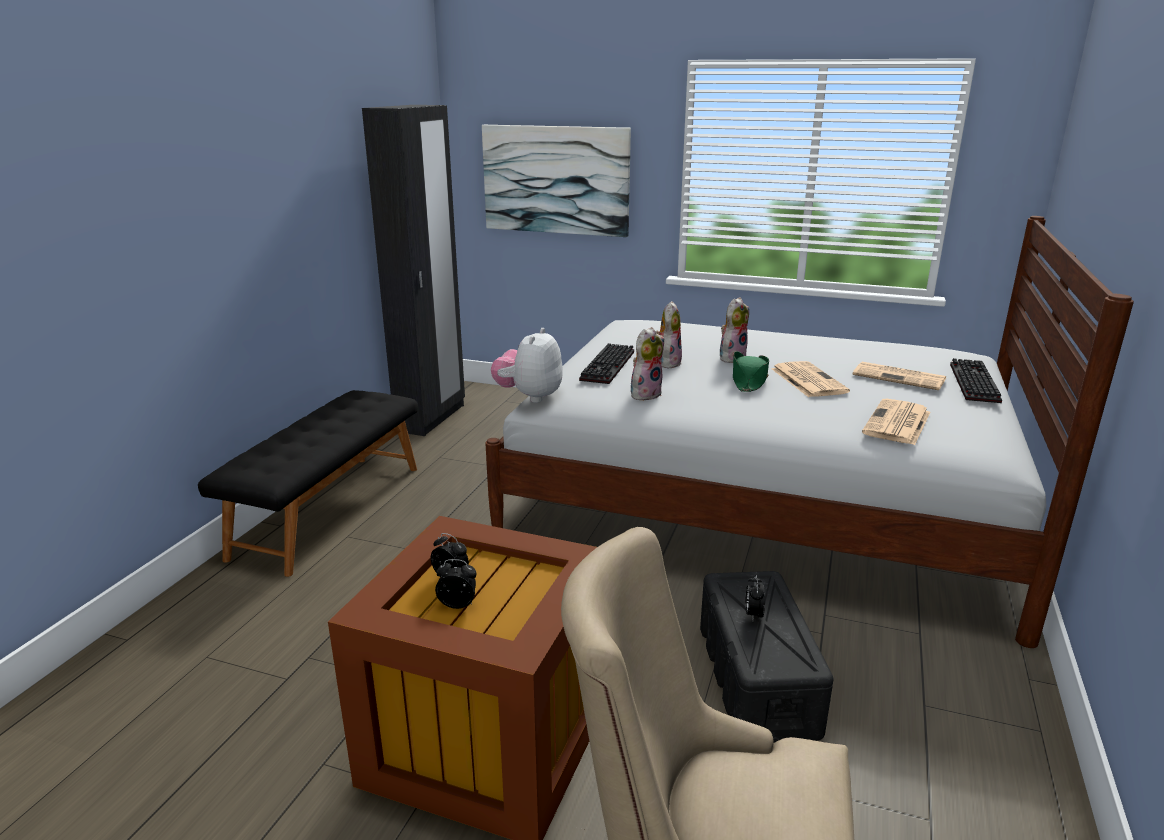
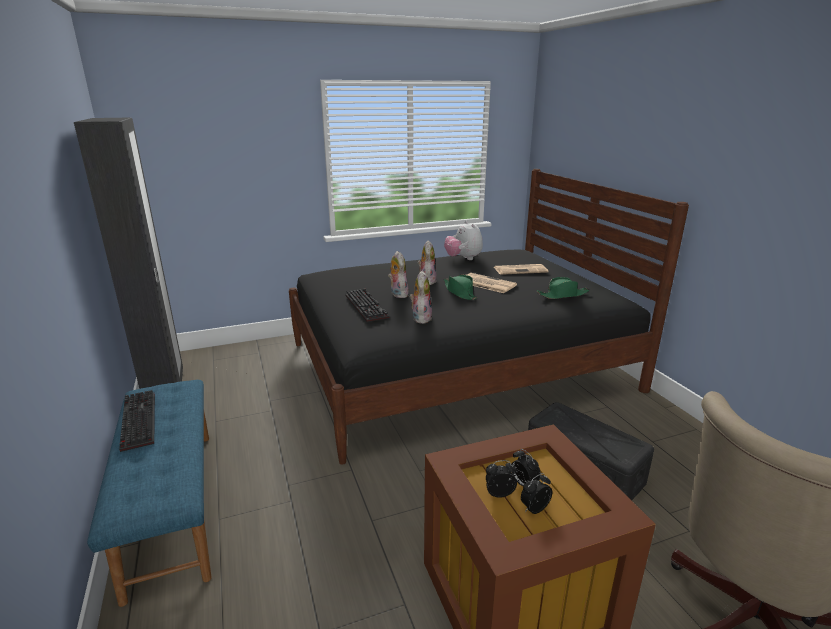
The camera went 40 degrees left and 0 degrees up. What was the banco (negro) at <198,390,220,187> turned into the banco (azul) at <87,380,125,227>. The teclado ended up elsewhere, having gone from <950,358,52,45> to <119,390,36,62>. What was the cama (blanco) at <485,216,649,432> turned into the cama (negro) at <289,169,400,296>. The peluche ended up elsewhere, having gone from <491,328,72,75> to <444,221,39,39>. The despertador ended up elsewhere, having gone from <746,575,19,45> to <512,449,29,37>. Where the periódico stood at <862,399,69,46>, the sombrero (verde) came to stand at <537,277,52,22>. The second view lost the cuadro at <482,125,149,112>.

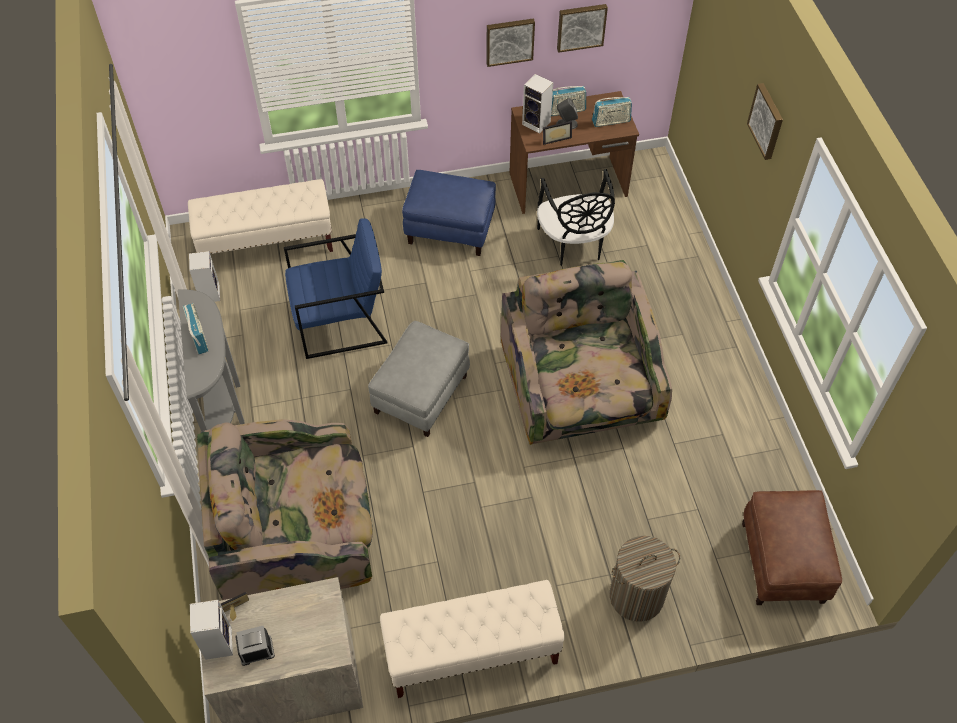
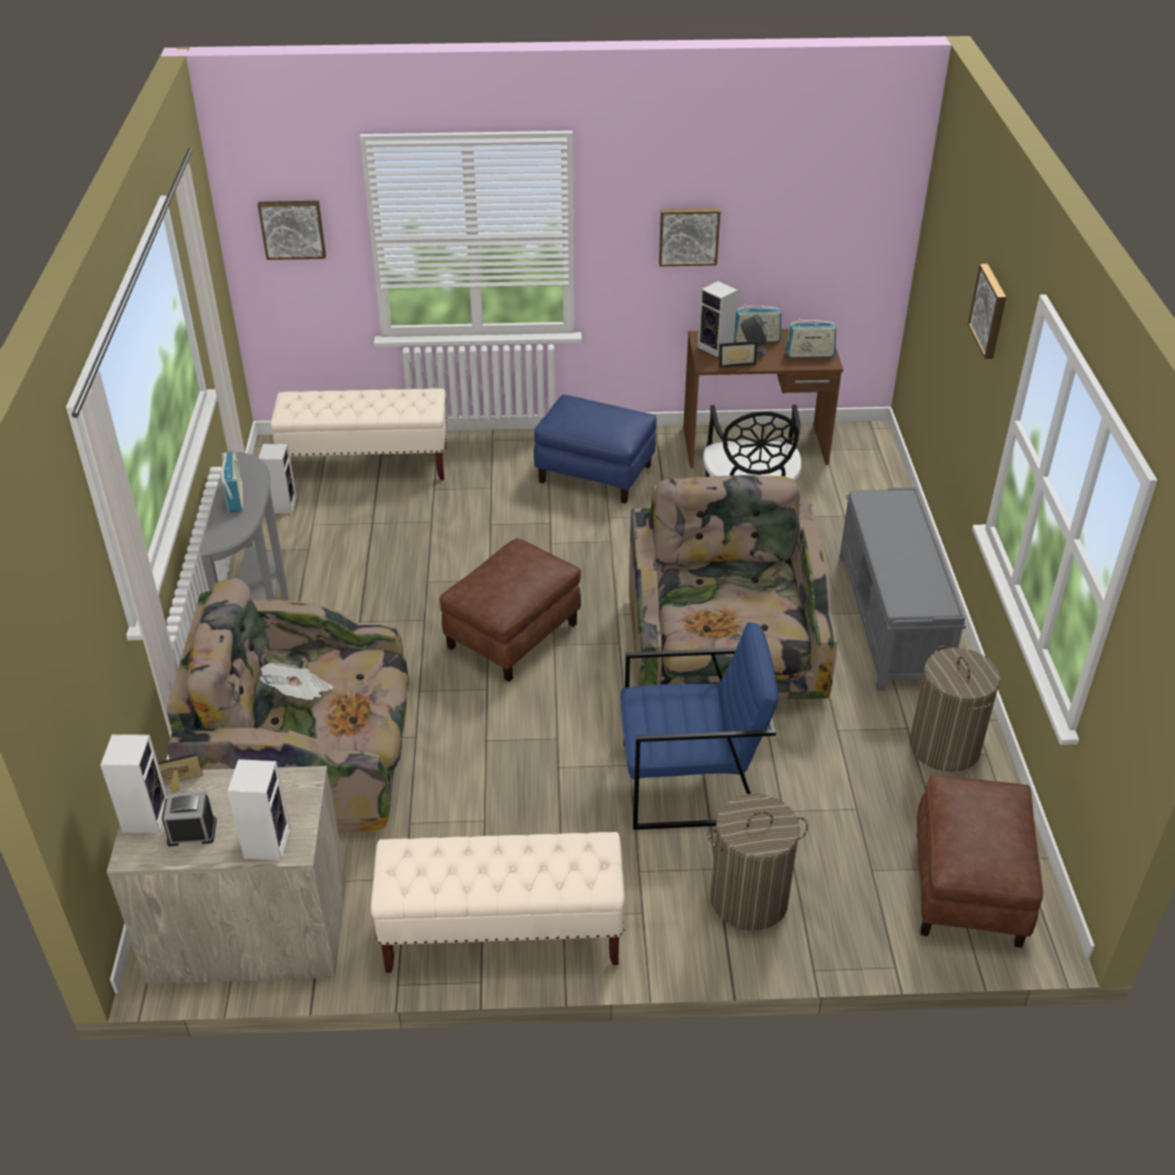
The camera went 10 degrees right and 15 degrees down. The second view gained the altavoz at <227,759,64,102>. The cuadro ended up elsewhere, having gone from <557,4,51,49> to <258,201,68,59>. The second view gained the periódico at <259,663,74,37>. What was the puf (gris) at <368,321,102,116> turned into the puf (marrón) at <440,538,141,144>. The sillón (azul) ended up elsewhere, having gone from <284,218,104,141> to <620,622,158,208>. The second view gained the banco (gris) at <839,487,127,204>. The second view gained the cesto de la ropa at <910,646,91,126>.

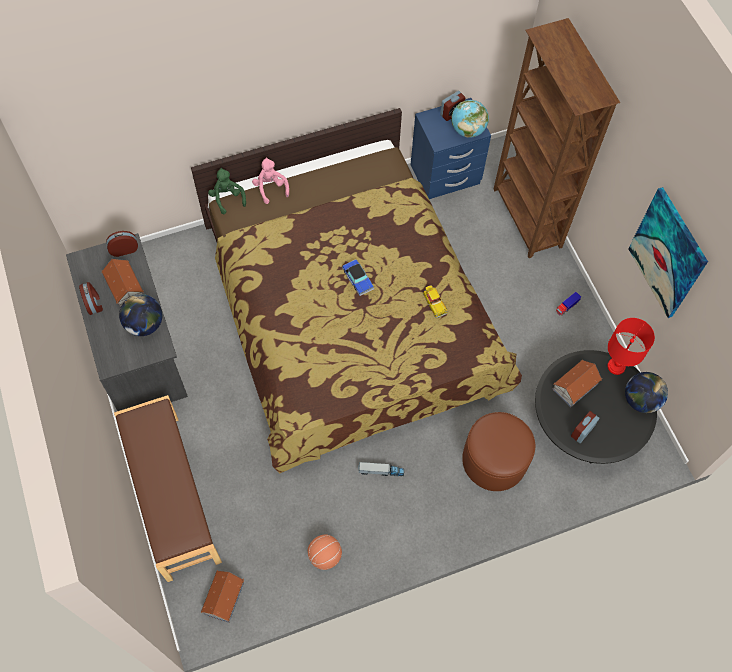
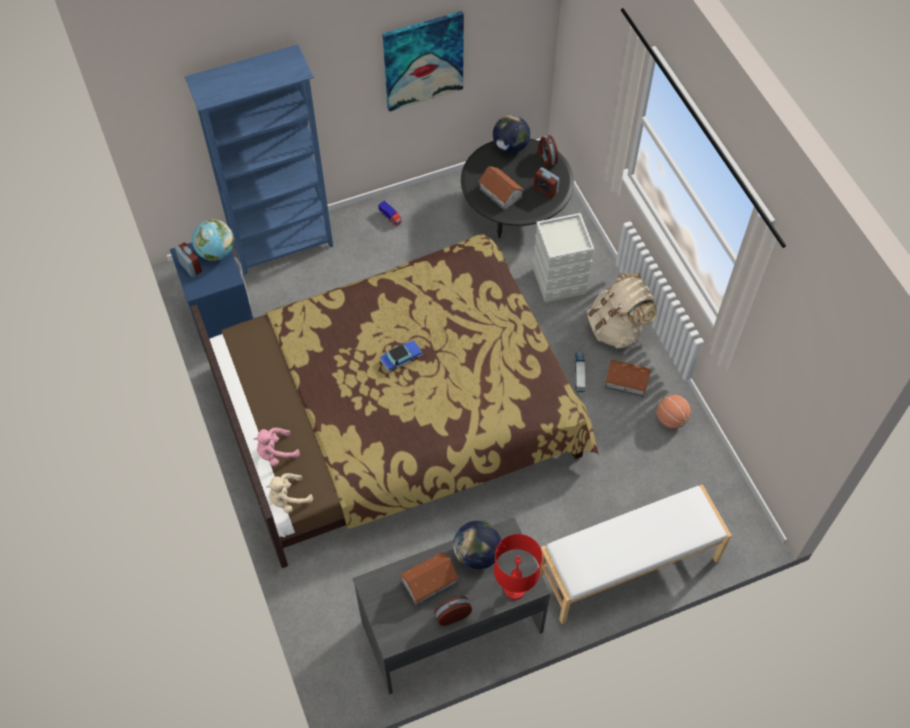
The camera went 90 degrees left and 5 degrees down. What was the estantería (marrón) at <493,18,127,240> turned into the estantería (azul) at <185,44,148,231>. What was the peluche (verde) at <208,168,38,46> turned into the peluche (beis) at <266,473,47,40>. The lámpara de mesa (rojo) ended up elsewhere, having gone from <607,318,48,57> to <494,534,48,65>. Where the puf (marrón) stood at <462,412,73,79>, the caja de almacenaje (gris) came to stand at <533,213,61,89>. The despertador ended up elsewhere, having gone from <106,231,32,26> to <538,135,20,32>. What was the banco (marrón) at <114,395,108,187> turned into the banco (blanco) at <538,484,194,140>. The second view gained the mochila (beis) at <587,273,70,75>. The casita ended up elsewhere, having gone from <201,570,43,53> to <605,360,46,37>. The second view lost the coche de juguete at <423,286,24,32>.

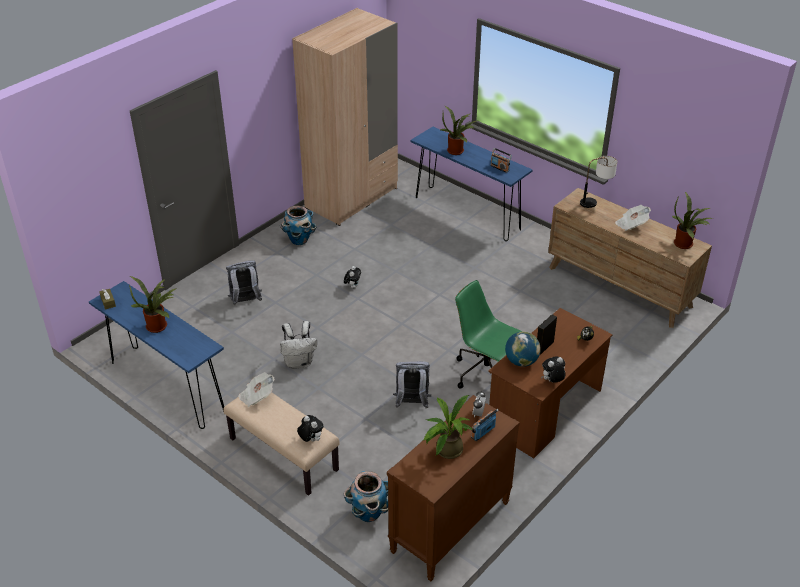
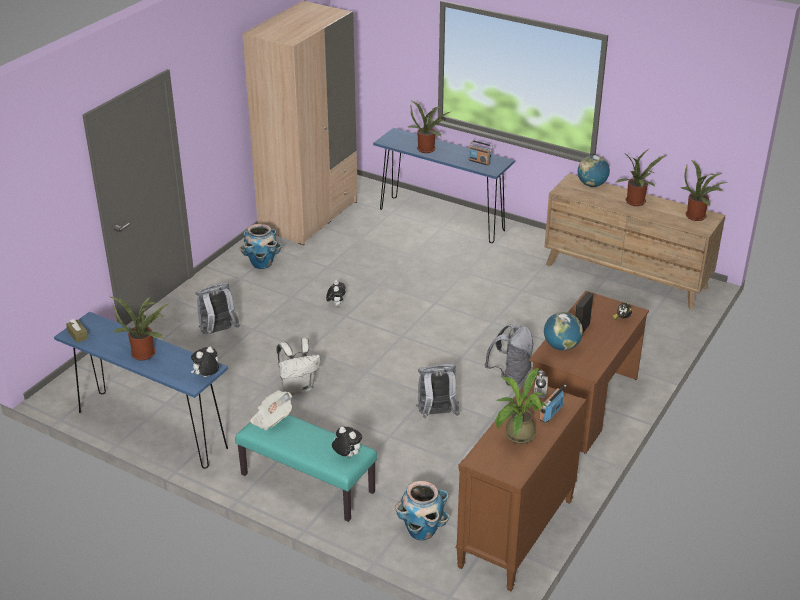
The camera went 10 degrees left and 5 degrees down. The peluche ended up elsewhere, having gone from <541,356,25,27> to <191,347,28,30>. What was the banco (beis) at <223,392,117,104> turned into the banco (turquesa) at <235,414,142,108>. Where the silla de oficina (verde) stood at <455,280,67,109>, the mochila (gris) came to stand at <485,324,49,62>. Where the lámpara de mesa stood at <580,156,37,52>, the globo terráqueo came to stand at <578,155,32,32>. Where the periódico stood at <615,205,36,26>, the planta en maceta came to stand at <615,149,52,57>.

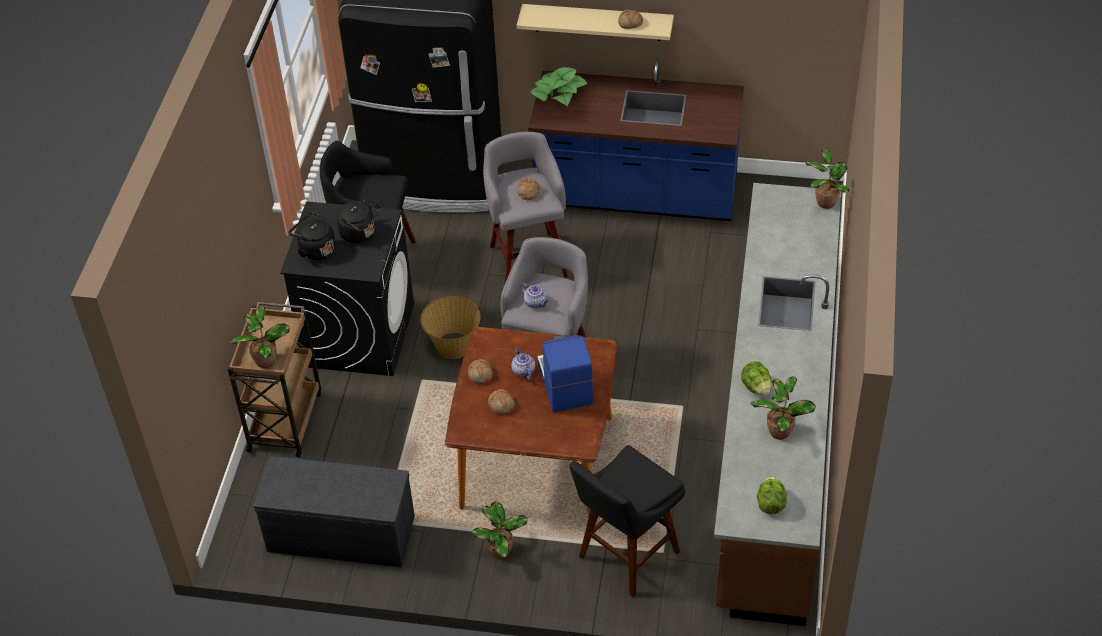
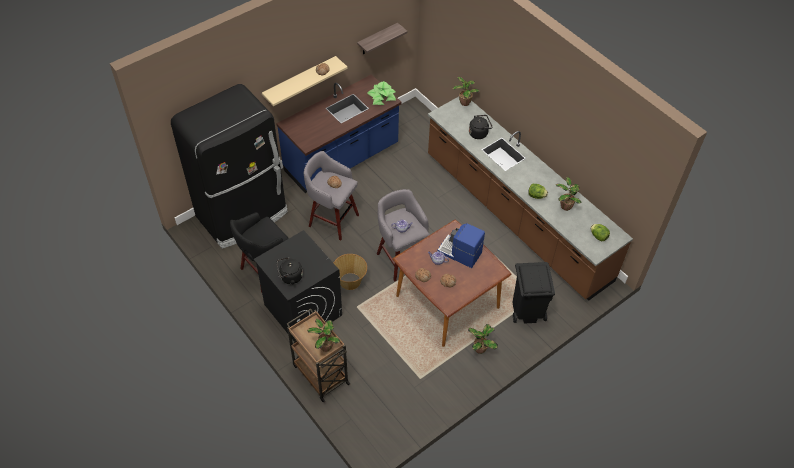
The camera went 50 degrees left and 5 degrees up. The second view gained the estante at <357,23,51,31>. The planta en maceta ended up elsewhere, having gone from <530,67,57,39> to <368,81,28,24>. The hervidor (negro) ended up elsewhere, having gone from <337,200,43,43> to <469,115,23,24>. Where the taburete (negro) stood at <569,445,116,152>, the papelera (negro) came to stand at <512,262,43,62>. The second view lost the banco (gris) at <254,456,161,112>.

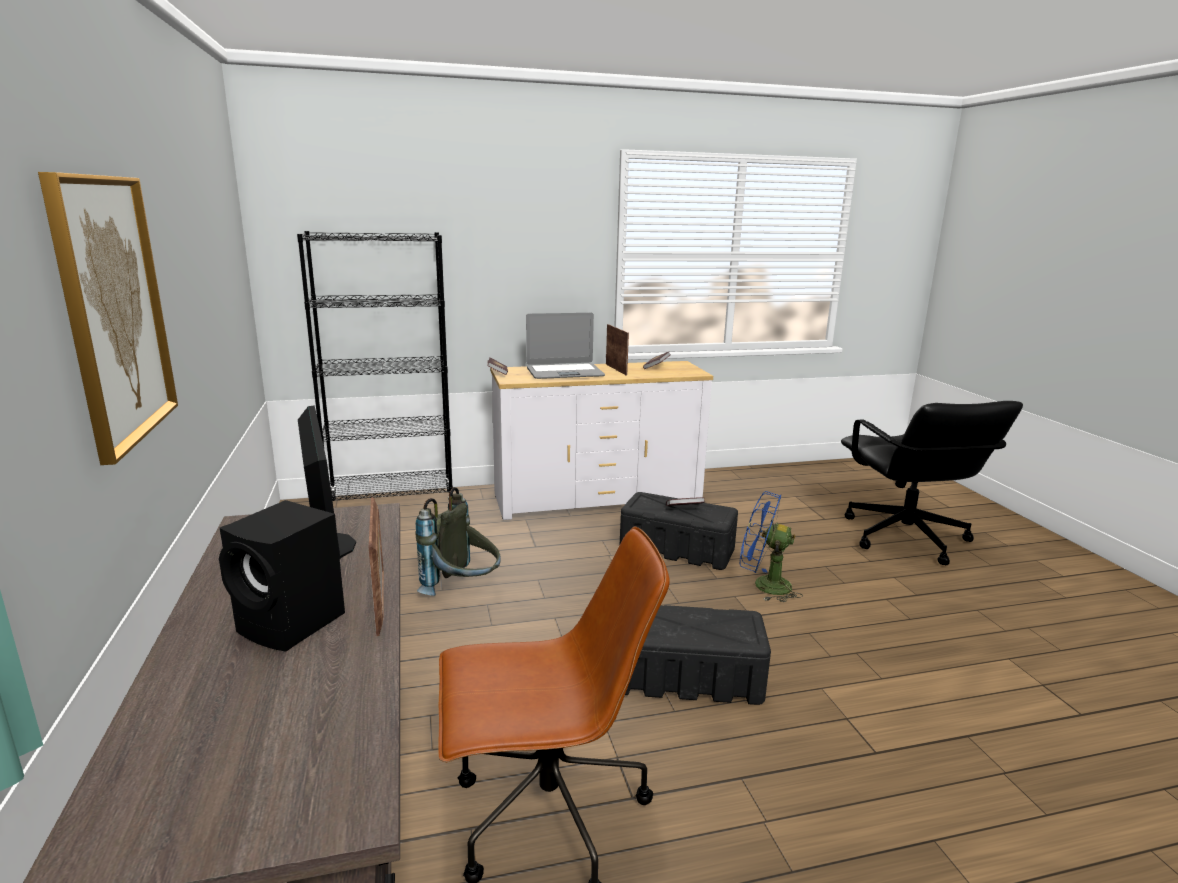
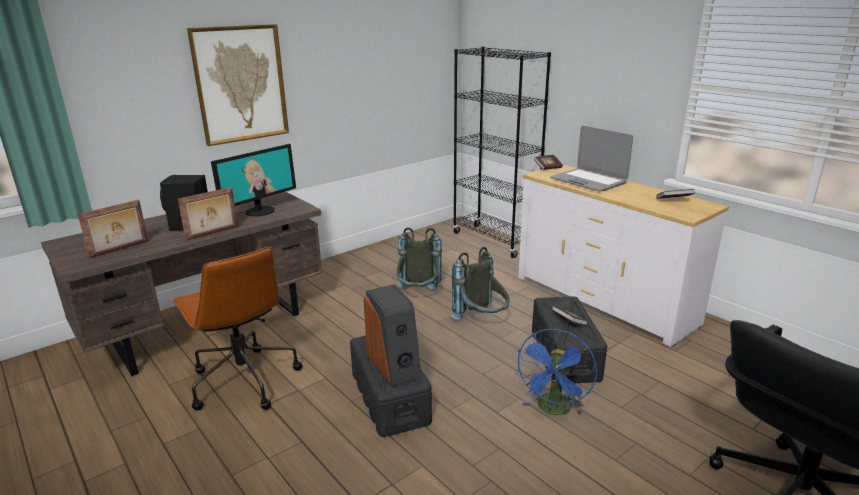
The camera went 65 degrees right and 5 degrees up. The portarretratos ended up elsewhere, having gone from <606,324,23,52> to <78,200,71,58>. The second view gained the altavoz at <363,284,59,102>. The second view gained the mochila (gris) at <450,247,60,74>. The ventilador (azul) at <740,491,63,111> ended up facing another way, 150 degrees counterclockwise from before.

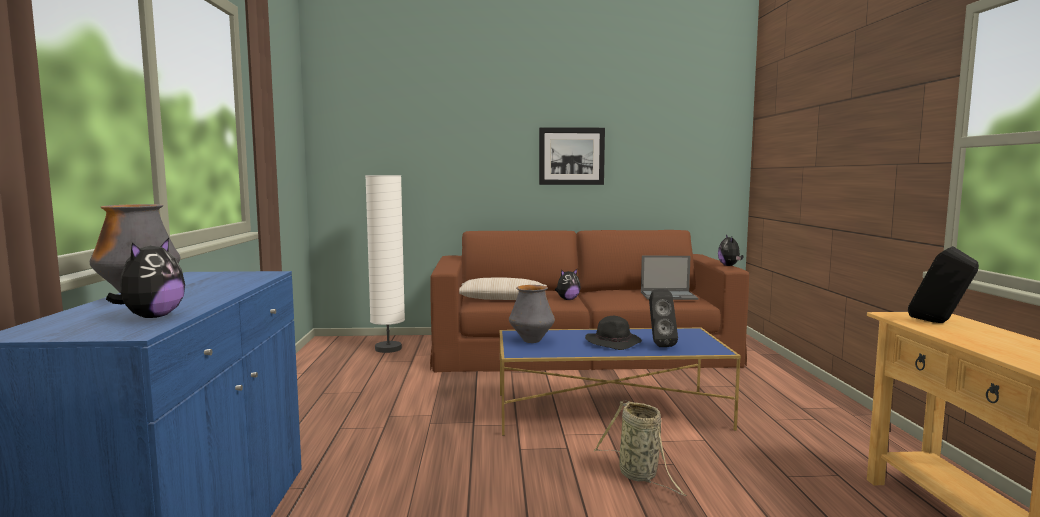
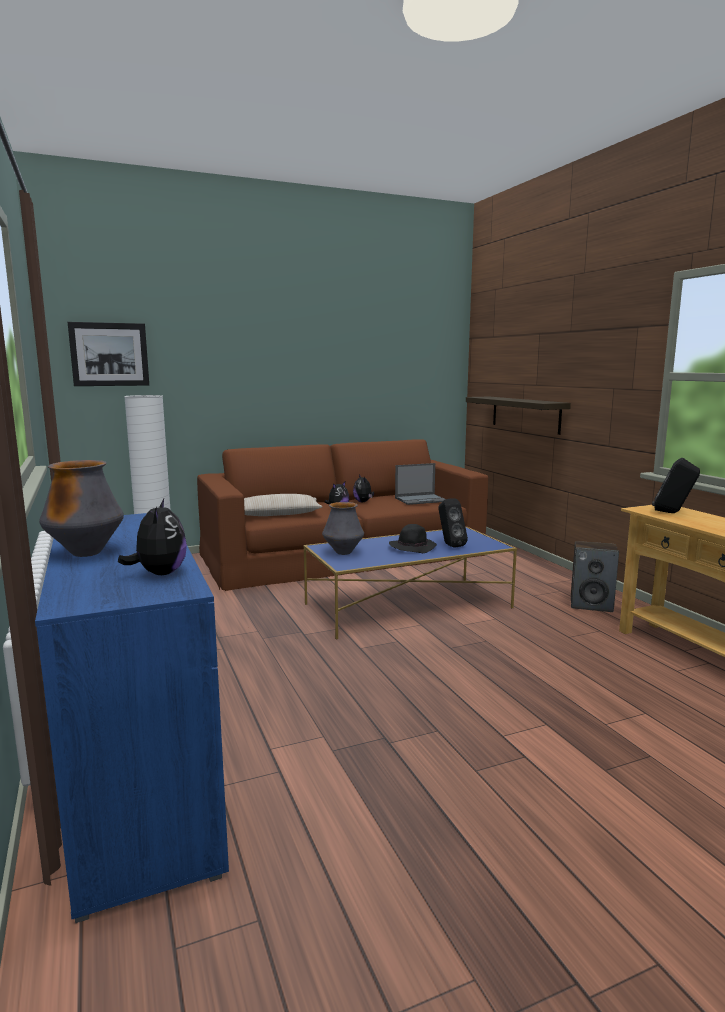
The camera went 20 degrees left and 5 degrees up. The cuadro ended up elsewhere, having gone from <539,127,66,58> to <68,322,81,64>. The peluche ended up elsewhere, having gone from <718,235,26,31> to <353,475,21,27>. The second view gained the estante at <466,397,105,38>. The second view gained the altavoz at <571,541,48,71>. The second view lost the cesta at <594,400,93,96>.

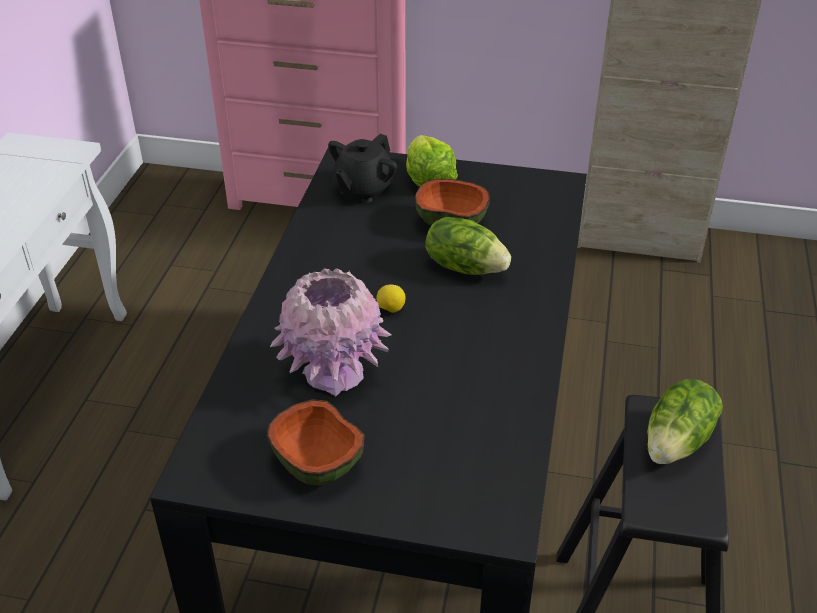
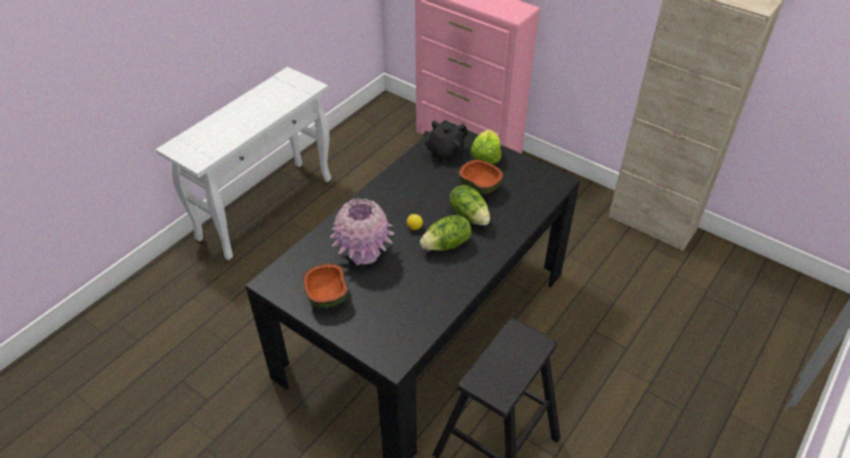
The camera went 25 degrees right and 5 degrees up. The lechuga ended up elsewhere, having gone from <647,379,76,85> to <420,215,52,36>.

